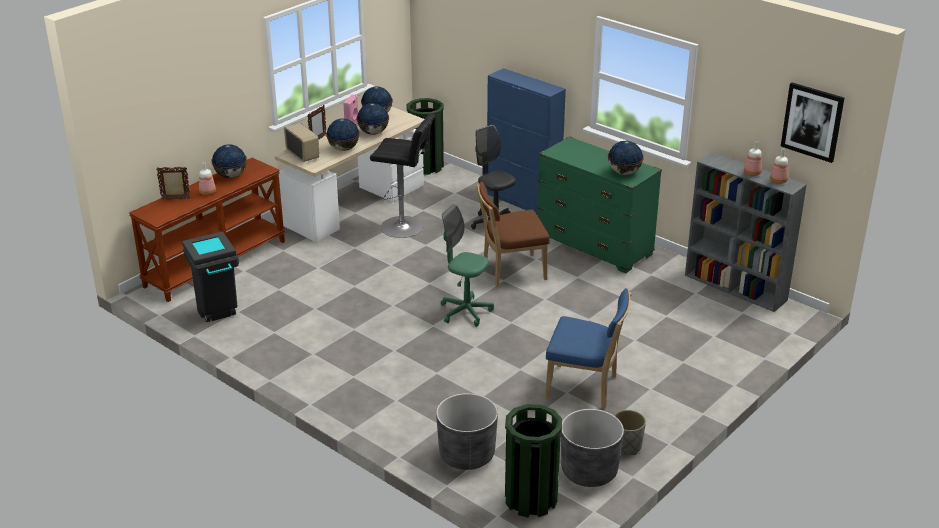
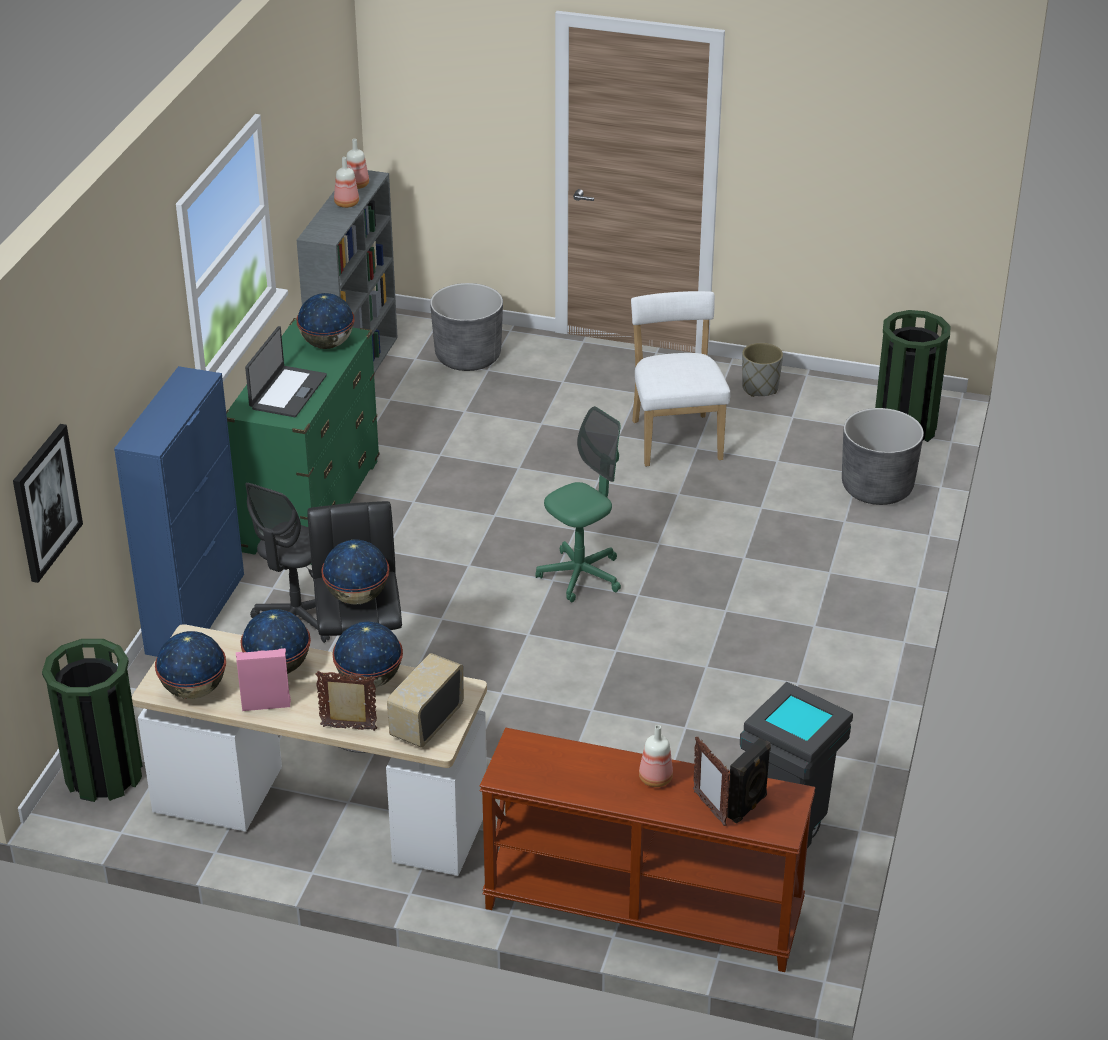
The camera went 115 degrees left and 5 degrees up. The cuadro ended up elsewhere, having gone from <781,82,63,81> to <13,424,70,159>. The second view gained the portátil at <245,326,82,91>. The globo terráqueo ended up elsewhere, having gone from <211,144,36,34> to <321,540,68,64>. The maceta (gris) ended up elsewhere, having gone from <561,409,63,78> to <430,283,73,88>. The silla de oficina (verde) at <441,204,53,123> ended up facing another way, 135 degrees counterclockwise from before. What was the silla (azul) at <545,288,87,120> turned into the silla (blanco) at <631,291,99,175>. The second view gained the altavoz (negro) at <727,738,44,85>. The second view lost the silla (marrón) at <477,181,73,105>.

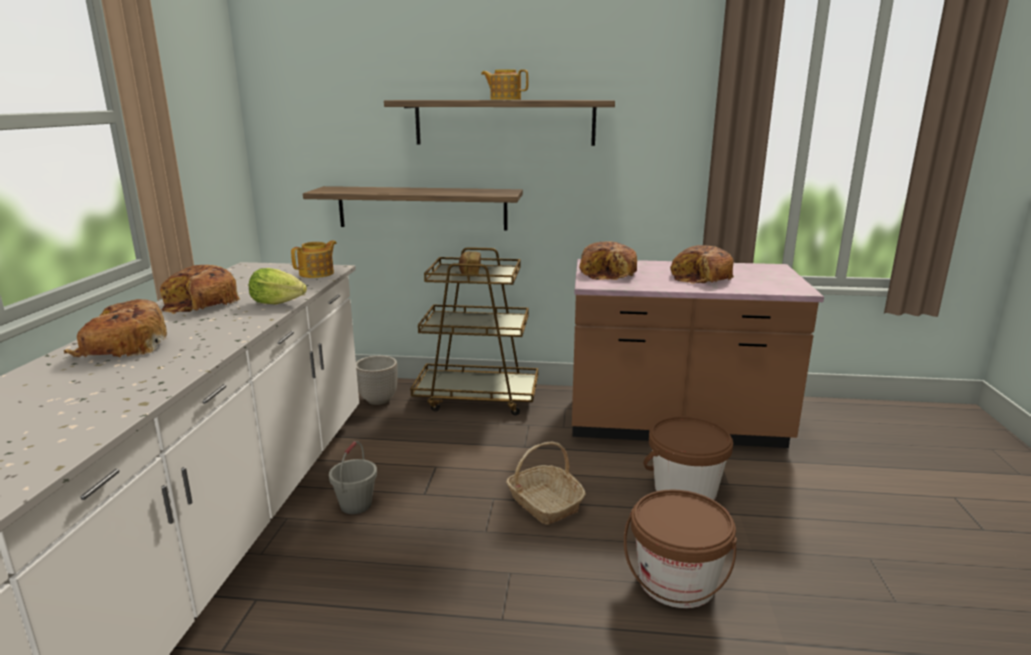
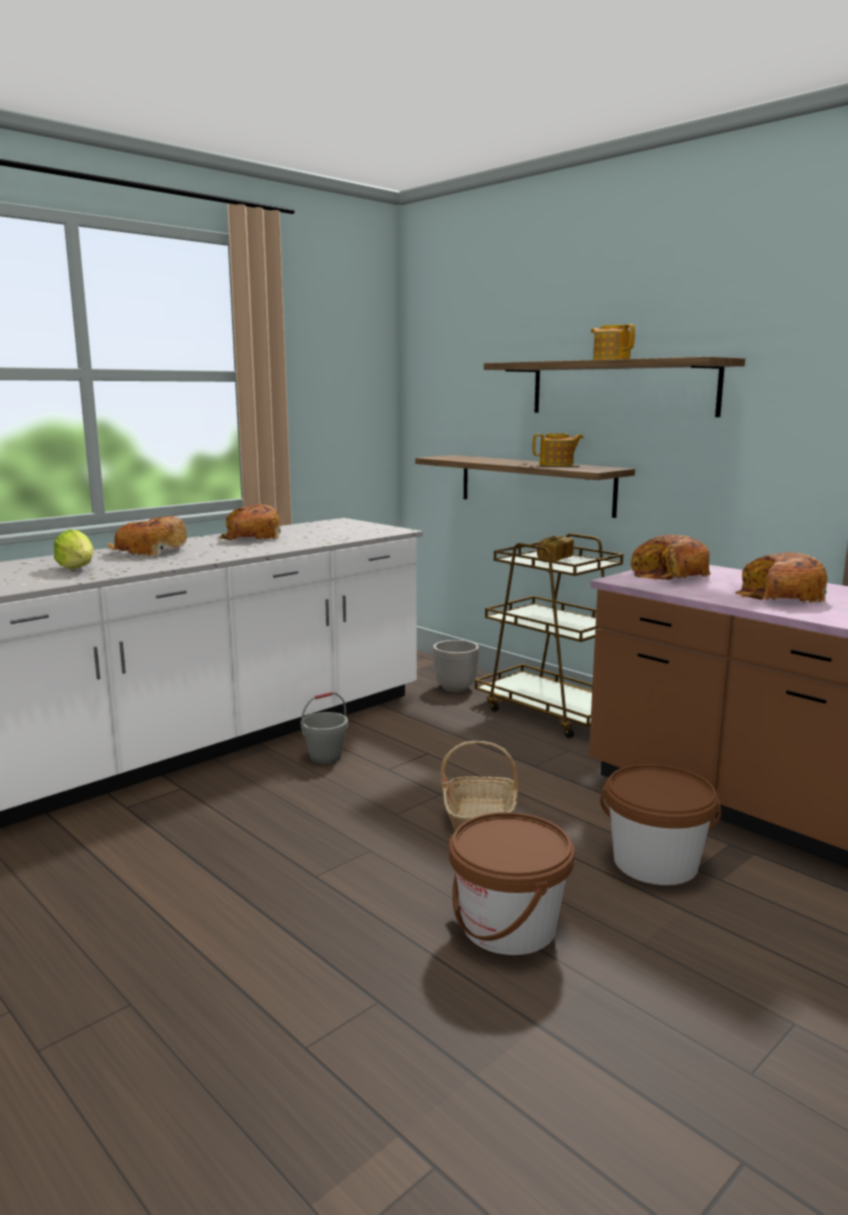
The camera went 40 degrees right and 5 degrees down. The lechuga ended up elsewhere, having gone from <249,268,58,36> to <54,530,40,39>. The tetera ended up elsewhere, having gone from <291,240,46,38> to <532,433,52,33>.

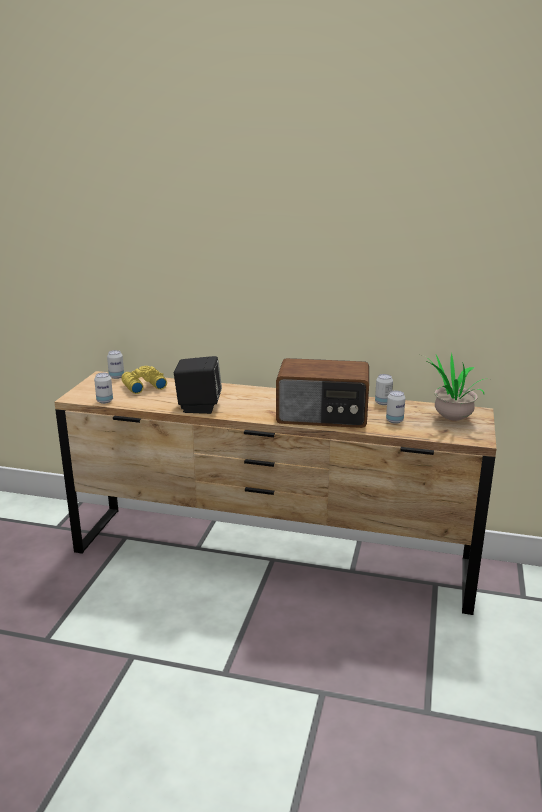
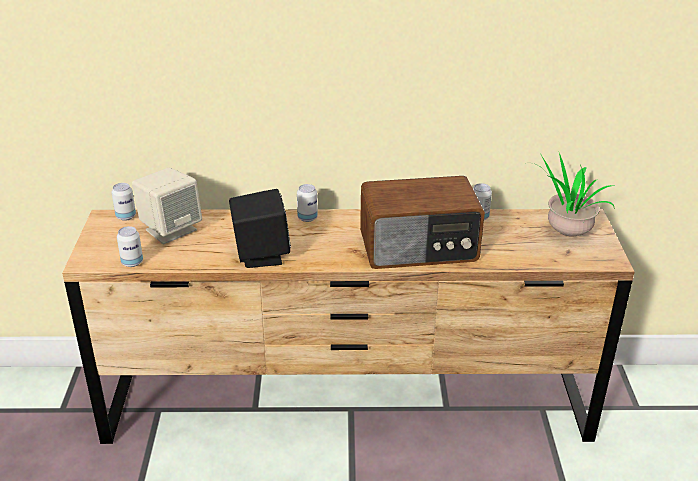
The camera went 15 degrees left and 10 degrees up. Where the prismáticos (amarillo) stood at <121,366,46,28>, the altavoz (beis) came to stand at <132,167,70,77>. The lata ended up elsewhere, having gone from <386,390,19,34> to <297,184,21,38>.

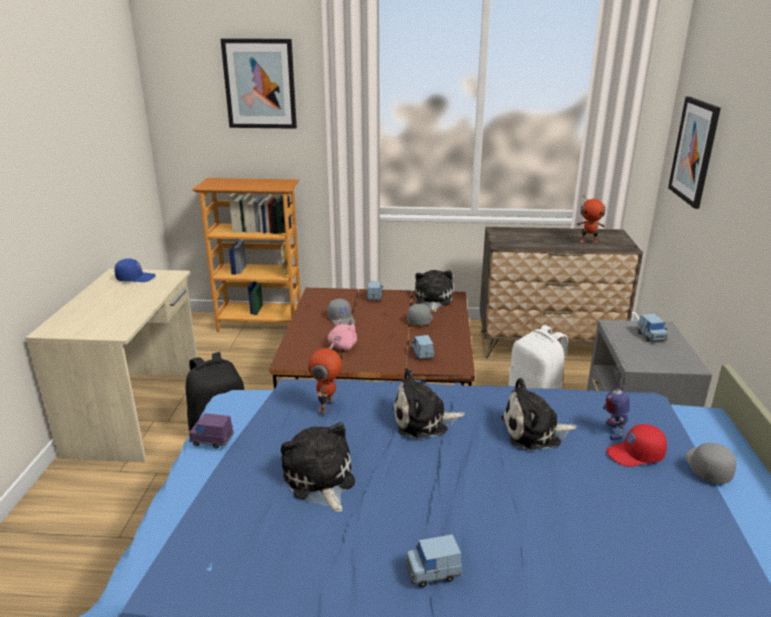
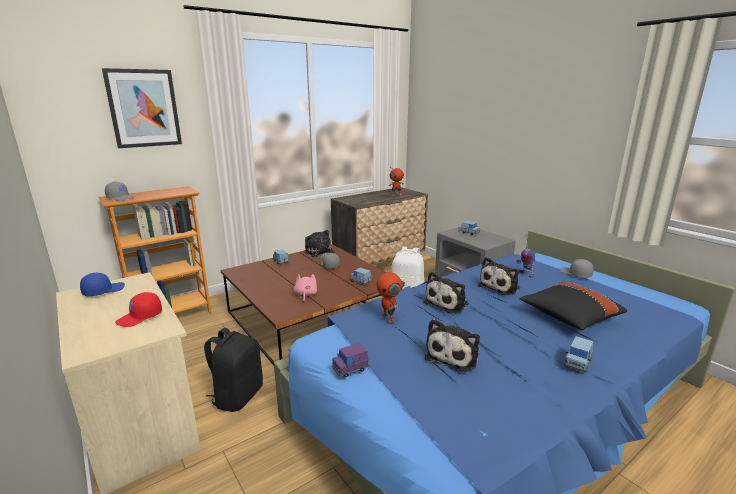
The camera went 40 degrees left and 5 degrees down. The gorra (gris) ended up elsewhere, having gone from <328,299,27,26> to <105,182,30,19>. The gorra (rojo) ended up elsewhere, having gone from <606,424,61,43> to <115,292,47,35>. The peluche at <281,422,74,90> ended up facing another way, 90 degrees counterclockwise from before. The second view gained the cojín (negro) at <520,282,107,48>. The second view lost the cuadro at <668,97,53,112>.

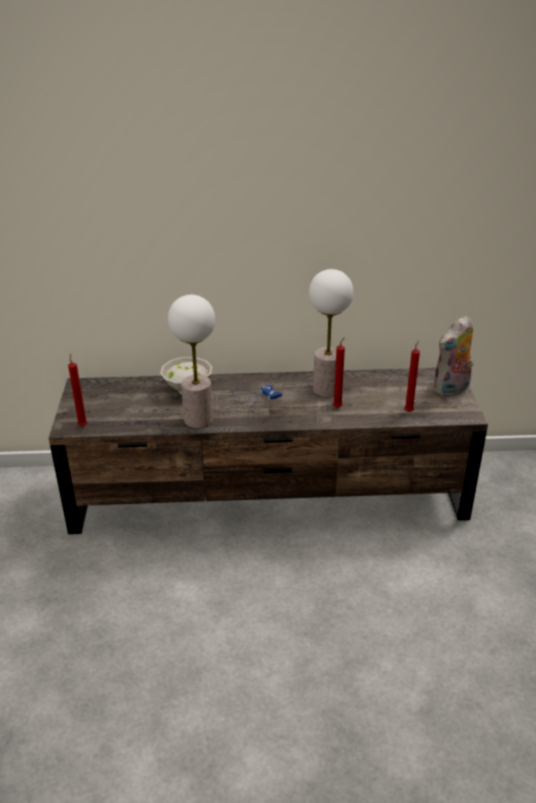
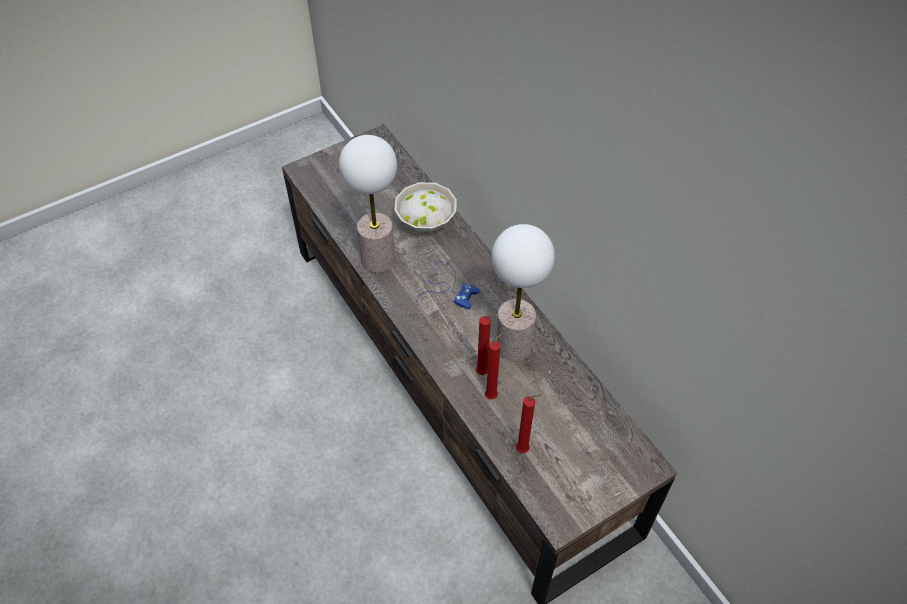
The camera went 60 degrees right and 20 degrees up. The vela (rojo) ended up elsewhere, having gone from <68,353,19,73> to <485,332,18,67>. The second view lost the peluche at <432,316,42,81>.

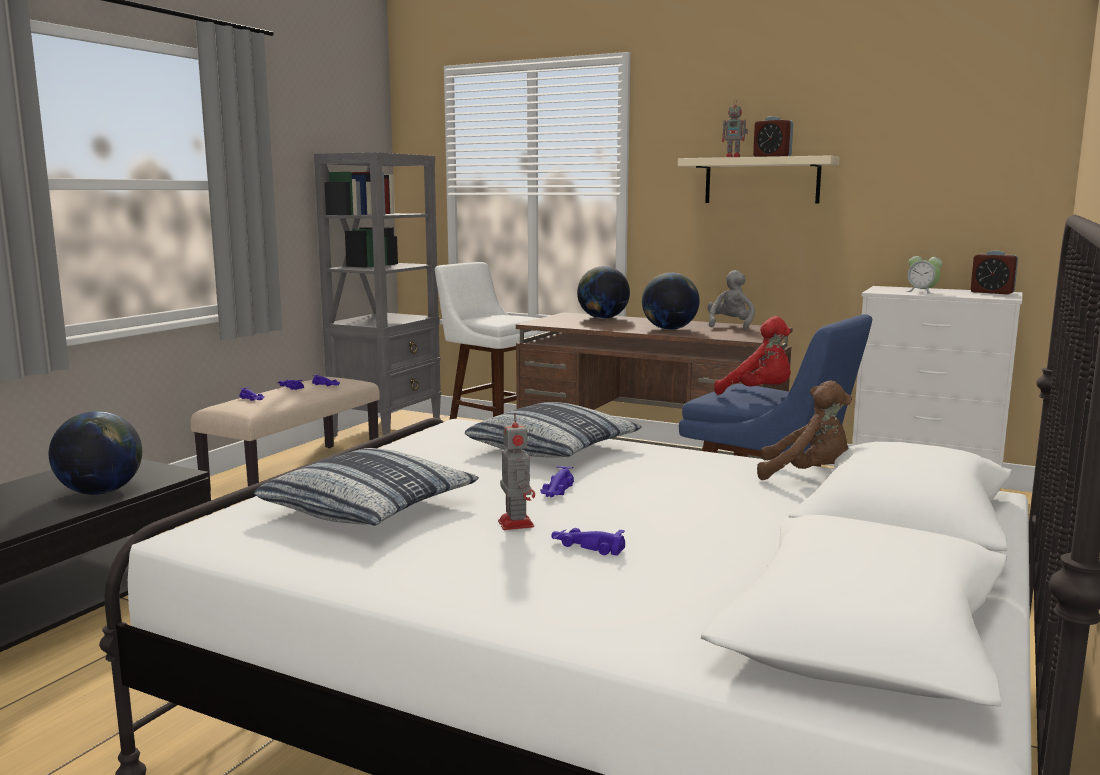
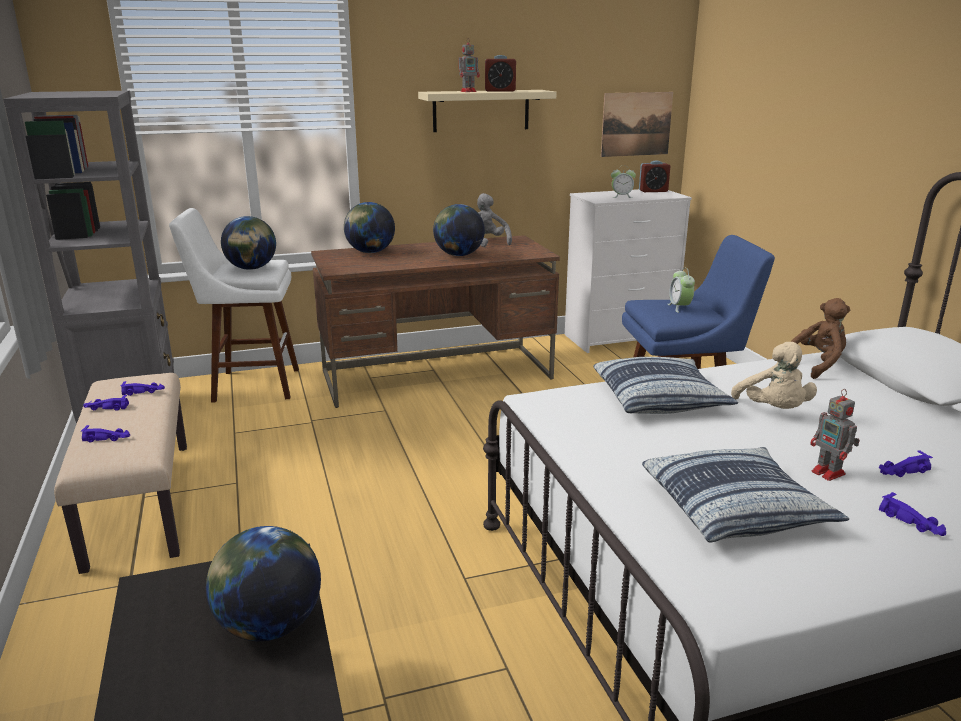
The camera went 45 degrees left and 10 degrees up. The second view gained the globo terráqueo at <221,216,55,54>. The second view gained the cuadro at <601,92,72,65>. Where the peluche (rojo) stood at <714,316,77,79>, the despertador came to stand at <668,268,27,45>. The second view gained the peluche (beis) at <731,342,86,67>. The robot de juguete at <498,413,37,117> ended up facing another way, 150 degrees counterclockwise from before. The coche de juguete (morado) ended up elsewhere, having gone from <540,466,34,31> to <879,492,67,44>.

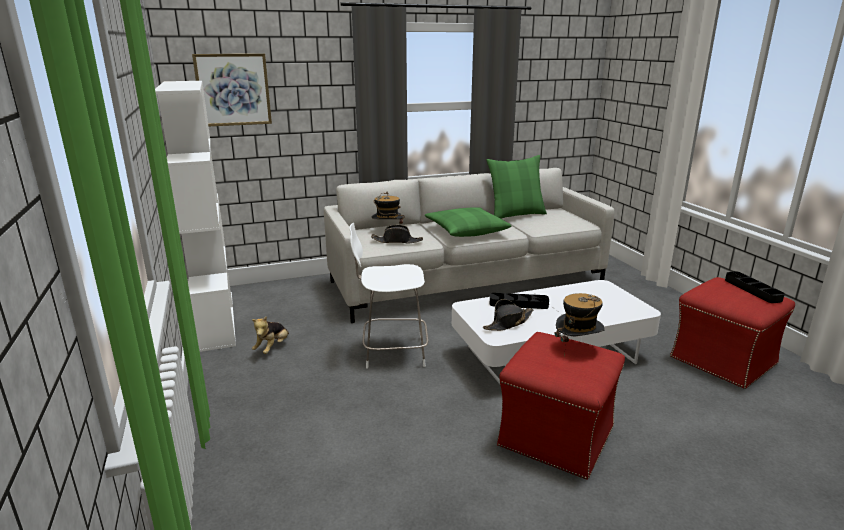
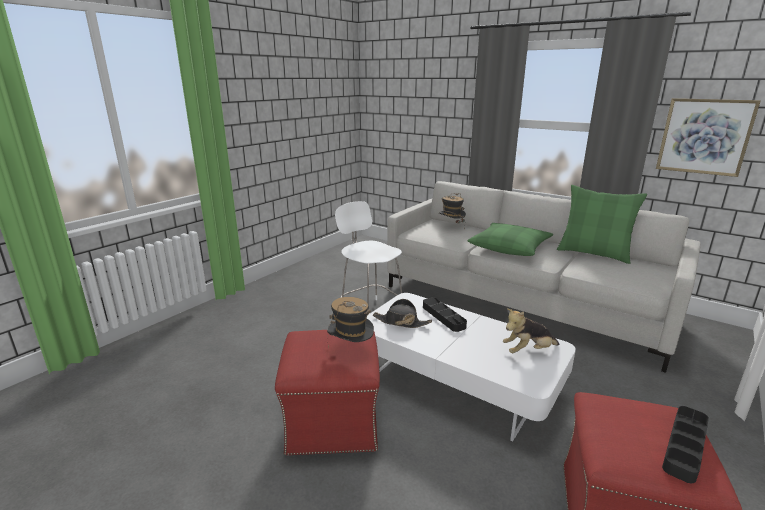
The camera went 55 degrees right and 0 degrees up. The peluche ended up elsewhere, having gone from <252,316,37,38> to <503,308,57,45>. The cuadro ended up elsewhere, having gone from <192,54,80,72> to <656,98,105,79>. The second view lost the estantería (blanco) at <155,81,81,271>. The second view lost the sombrero (negro) at <371,225,52,18>.

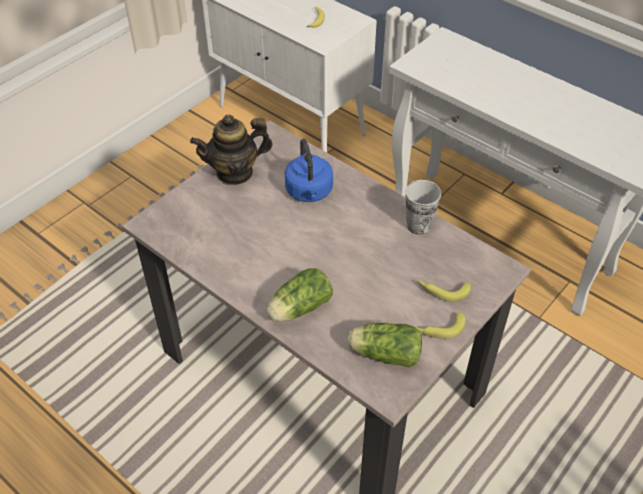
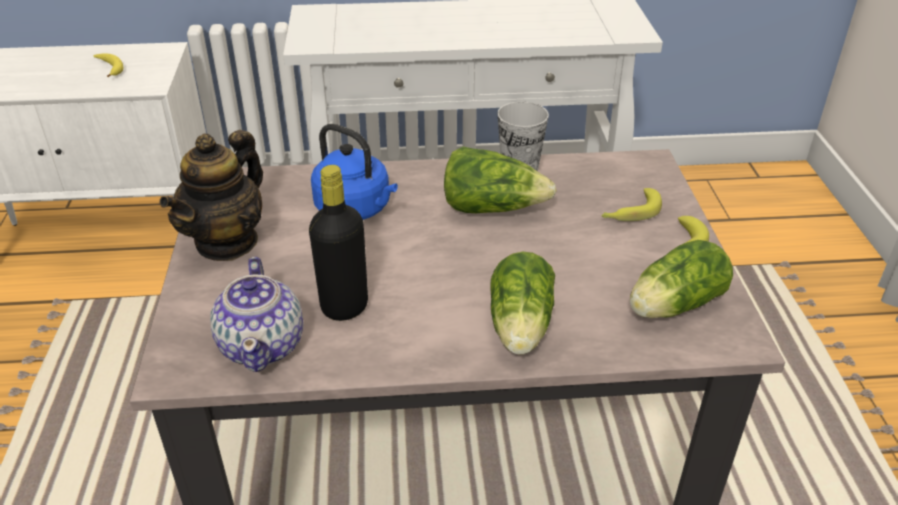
The camera went 45 degrees left and 10 degrees down. The second view gained the tetera at <210,257,93,115>. The second view gained the botella (negro) at <309,165,59,156>. The second view gained the lechuga at <444,146,113,67>.

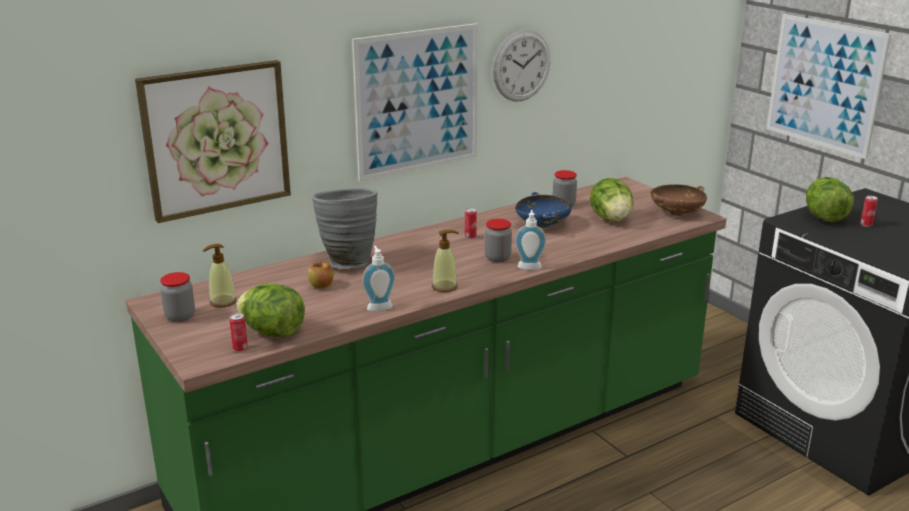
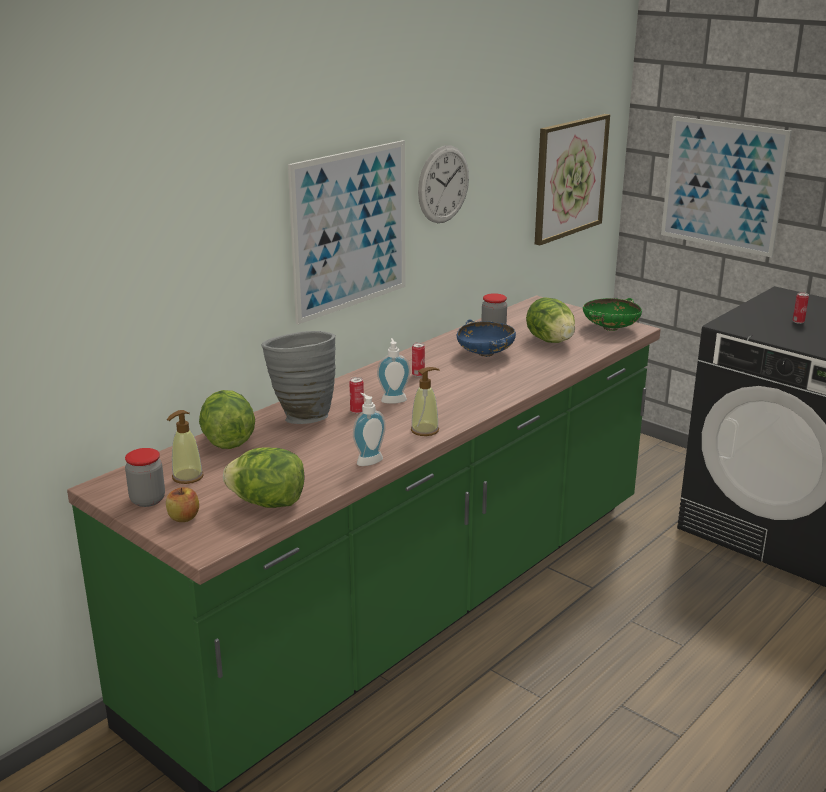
The camera went 15 degrees left and 0 degrees up. The manzana ended up elsewhere, having gone from <308,261,25,28> to <166,487,33,35>. The lechuga ended up elsewhere, having gone from <806,177,48,45> to <199,390,56,59>. The lata ended up elsewhere, having gone from <229,313,19,39> to <349,377,15,37>. The dispensador de jabón ended up elsewhere, having gone from <515,210,31,60> to <377,338,33,66>. The cuadro ended up elsewhere, having gone from <135,60,156,163> to <535,114,75,132>. What was the cuenco (marrón) at <651,184,56,32> turned into the cuenco (verde) at <583,298,59,33>. The second view lost the tarro at <485,219,27,43>.

